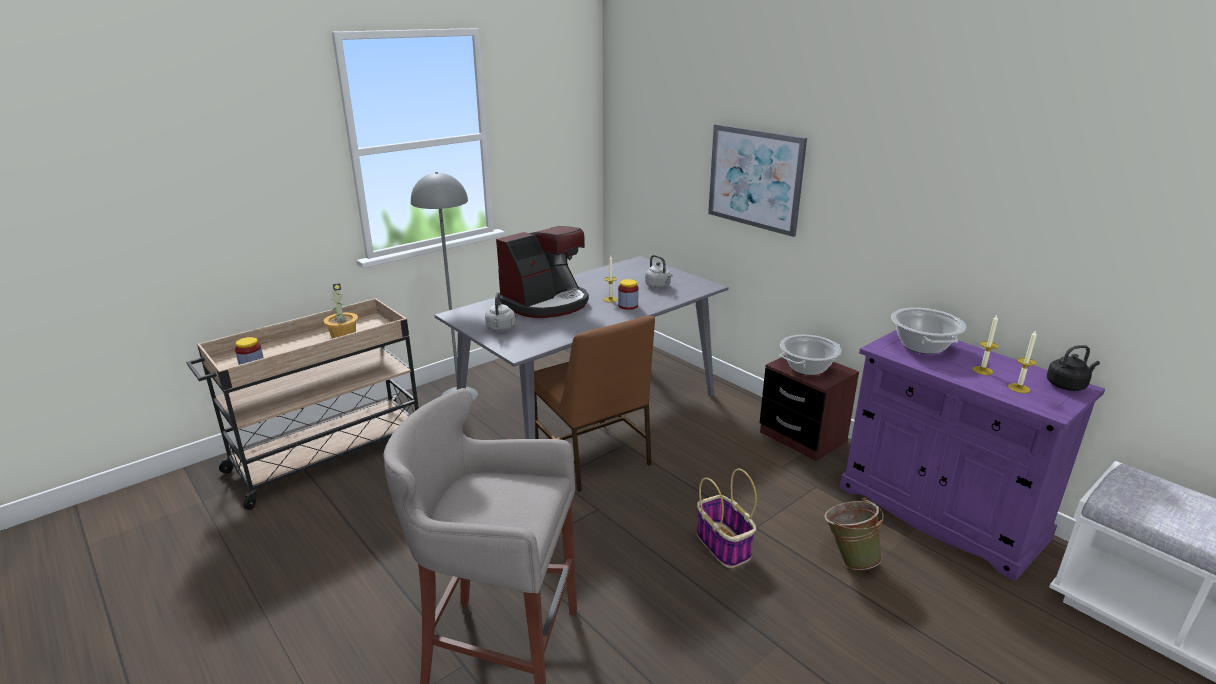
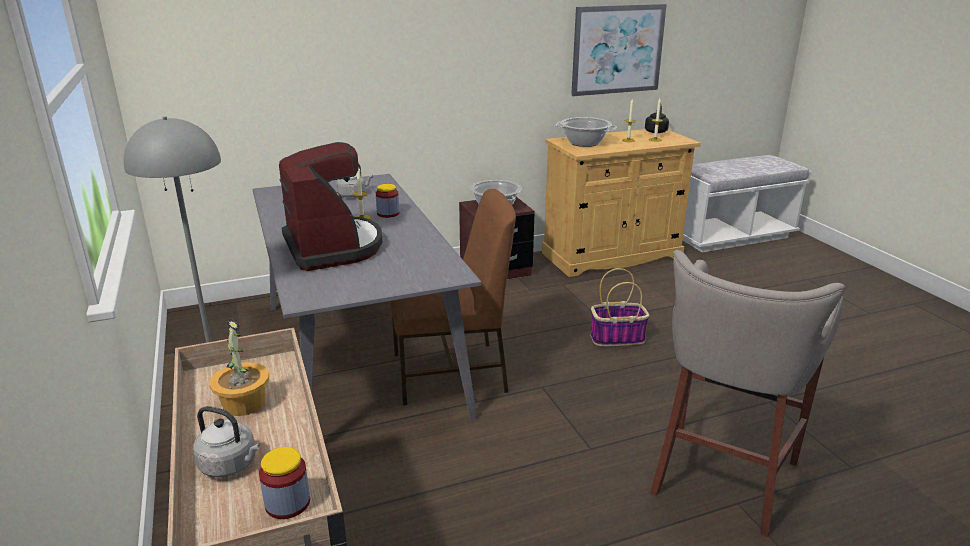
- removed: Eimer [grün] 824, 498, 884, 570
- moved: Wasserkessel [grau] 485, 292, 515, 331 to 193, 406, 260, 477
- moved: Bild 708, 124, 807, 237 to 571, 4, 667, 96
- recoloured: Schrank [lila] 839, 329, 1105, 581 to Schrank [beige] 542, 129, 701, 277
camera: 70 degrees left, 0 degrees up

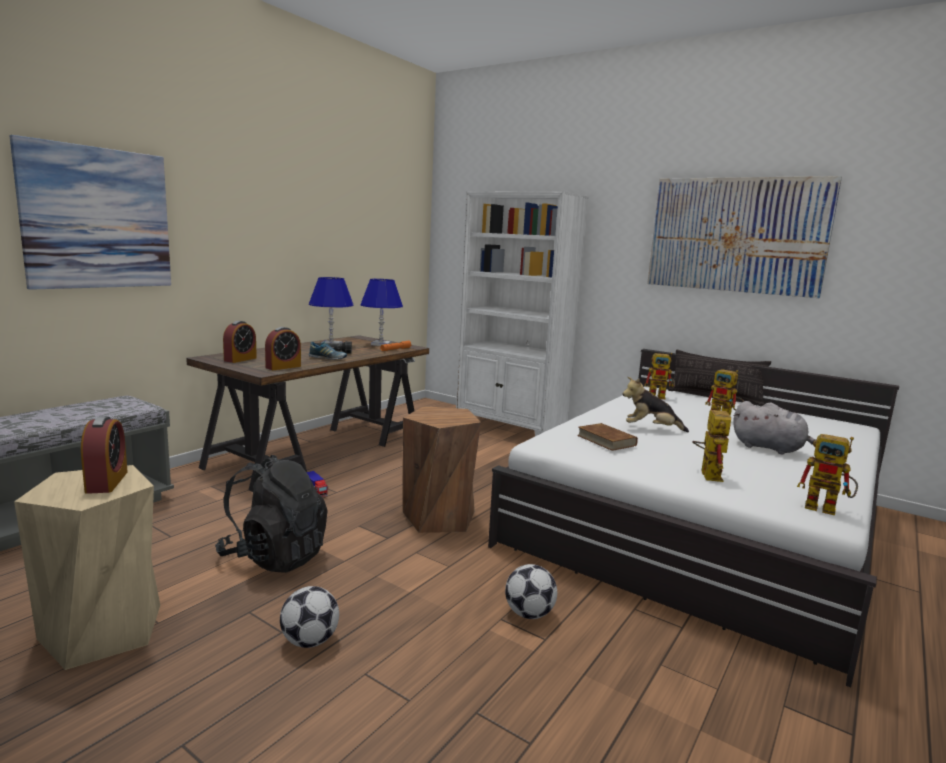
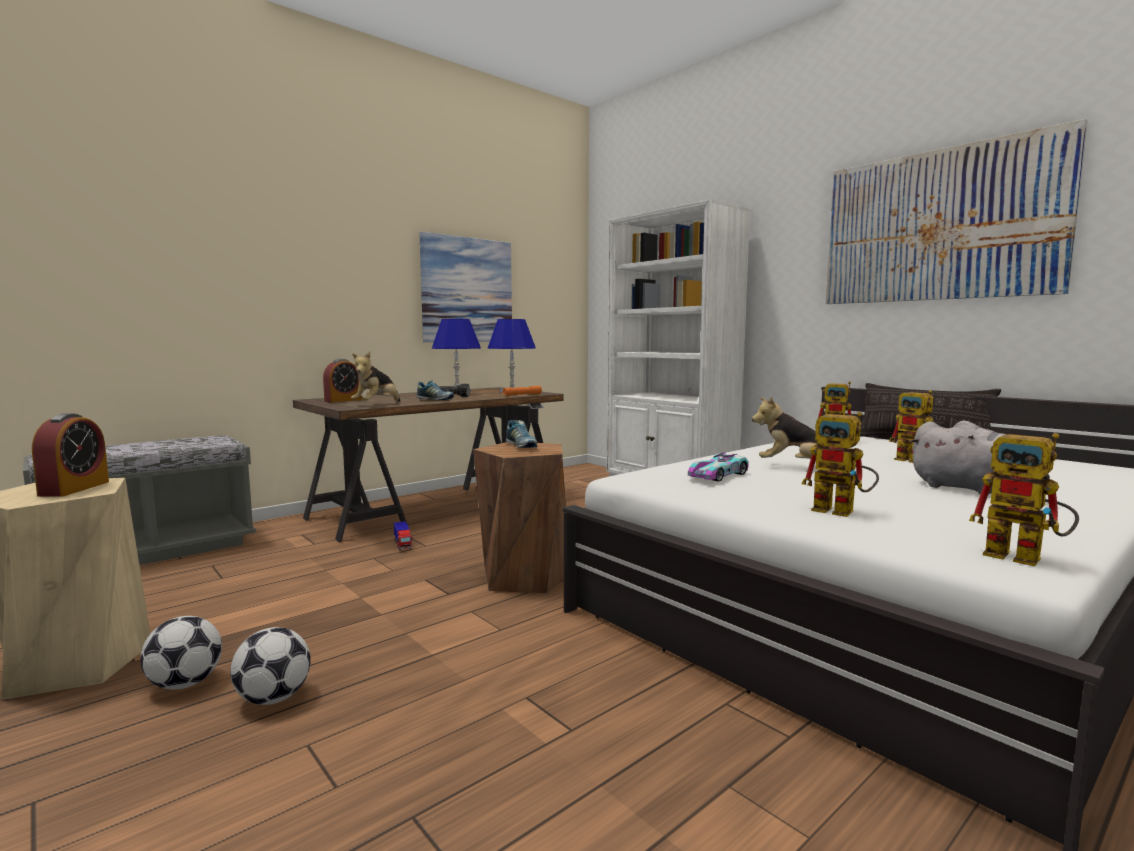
- removed: Rucksack [schwarz] 215, 455, 328, 573
- added: Schuh 506, 420, 537, 448
- moved: Bild 10, 135, 171, 290 to 420, 232, 512, 342
- moved: Fußball 505, 564, 557, 619 to 140, 616, 222, 690
- replaced: Wecker 265, 327, 301, 370 to Plüschtier 351, 352, 400, 402
- replaced: Buch [braun] 577, 423, 638, 451 to Spielzeugauto 688, 452, 749, 482
- turned: Spielzeugroboter 692, 406, 731, 482 = 802, 412, 879, 517 105 degrees clockwise
camera: 15 degrees right, 5 degrees down

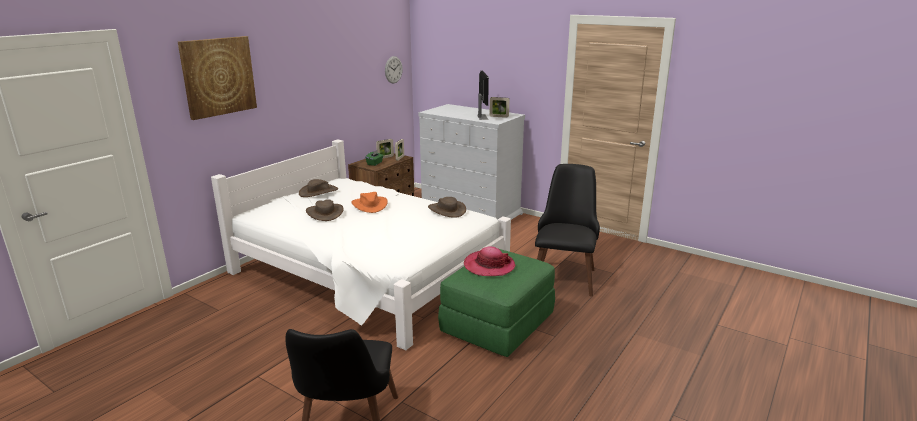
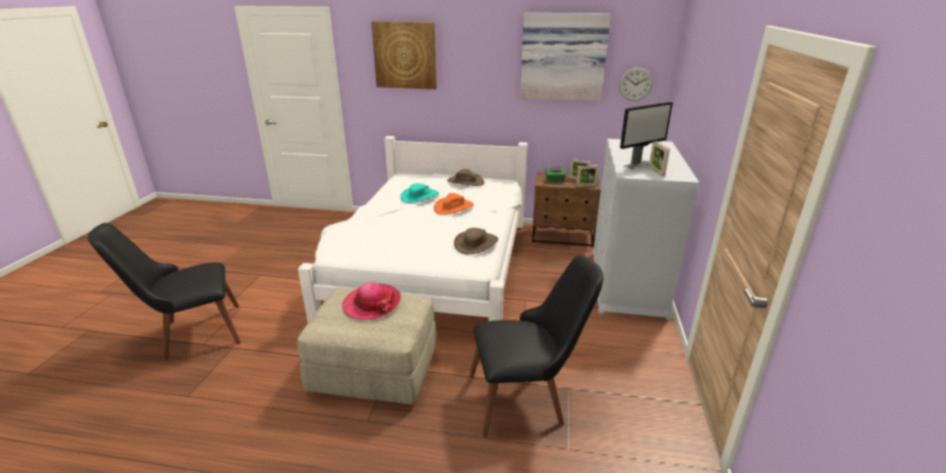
- added: Bild 520, 12, 611, 101
- recoloured: Hut [braun] 306, 199, 344, 221 to Hut [türkis] 401, 183, 439, 203
- recoloured: Polsterhocker [grün] 438, 249, 555, 357 to Polsterhocker [beige] 297, 288, 437, 405
camera: 65 degrees right, 5 degrees up

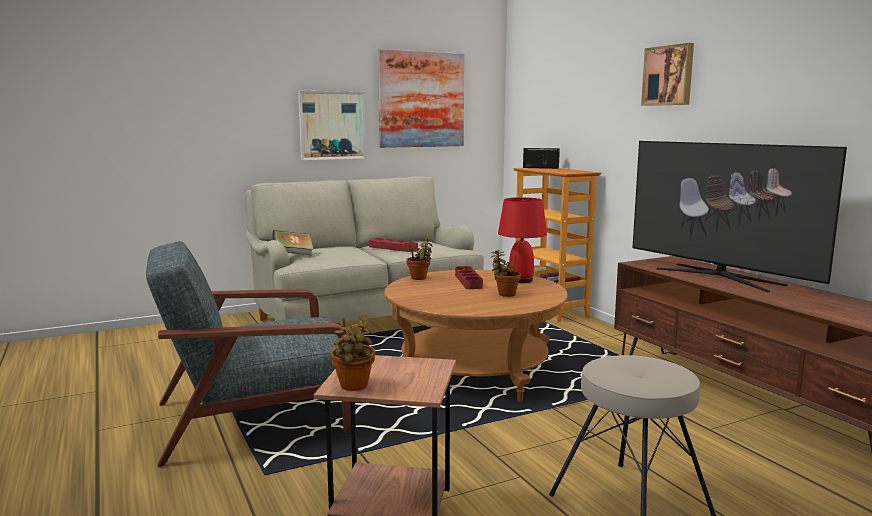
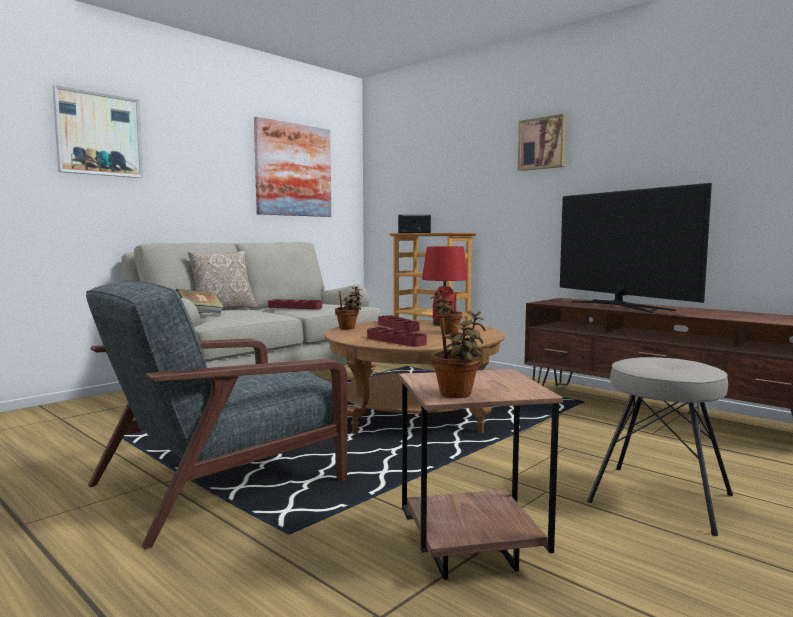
- added: Kissen 188, 251, 257, 313
- added: Tablett [rot] 367, 327, 427, 347
- moved: Bild 298, 91, 366, 160 to 52, 85, 143, 178
- turned: Fernseher 632, 141, 847, 292 = 560, 183, 712, 313 150 degrees counterclockwise
camera: 20 degrees left, 5 degrees down

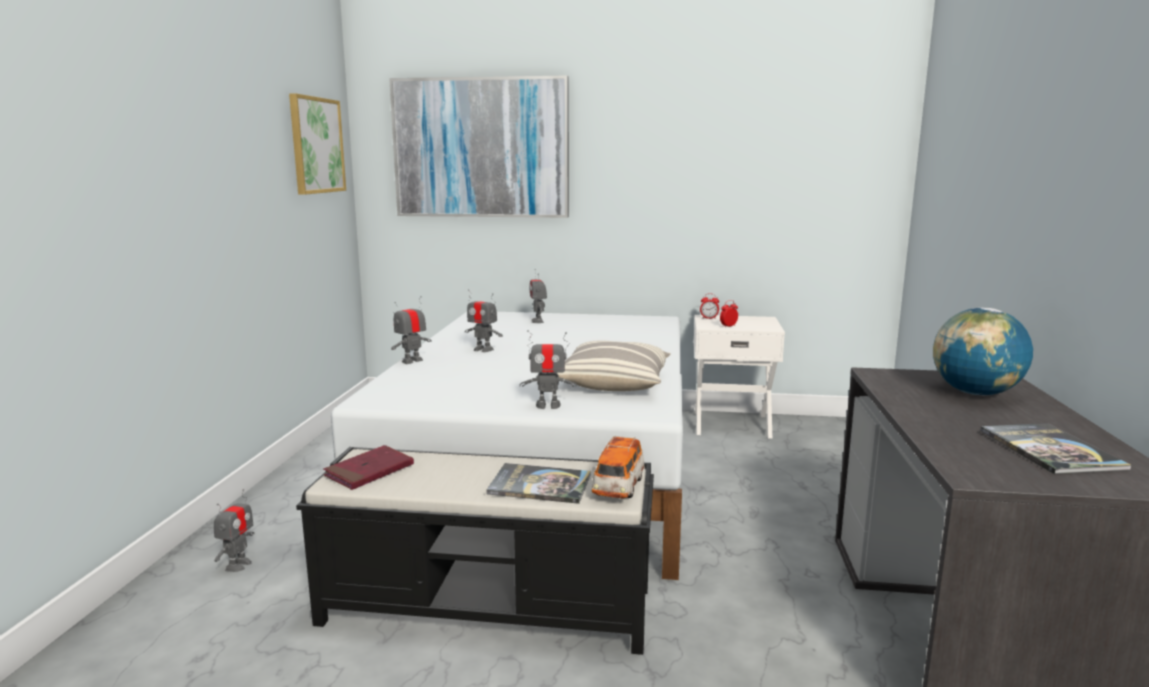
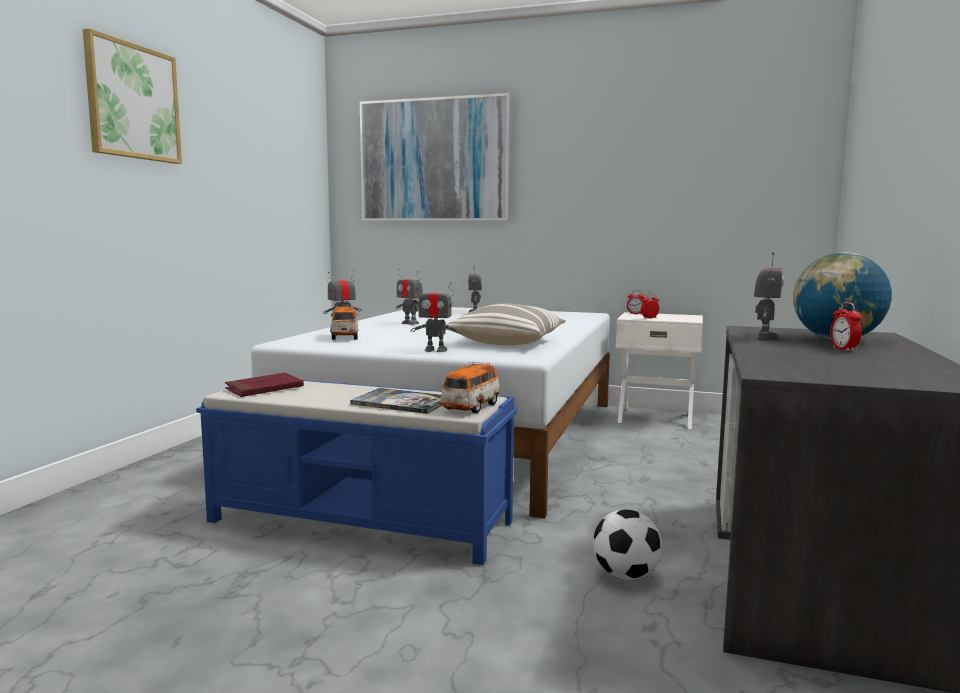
- removed: Buch 980, 423, 1132, 474
- added: Spielzeugauto 330, 306, 359, 340
- added: Fußball 593, 509, 662, 580
- added: Wecker 830, 302, 862, 351
- moved: Spielzeugroboter 214, 489, 254, 572 to 754, 252, 784, 339
- moved: Bild 289, 93, 346, 195 to 83, 28, 182, 164
- recoloured: Bank [schwarz] 296, 447, 654, 655 to Bank [blau] 196, 380, 517, 565
camera: 10 degrees right, 5 degrees down

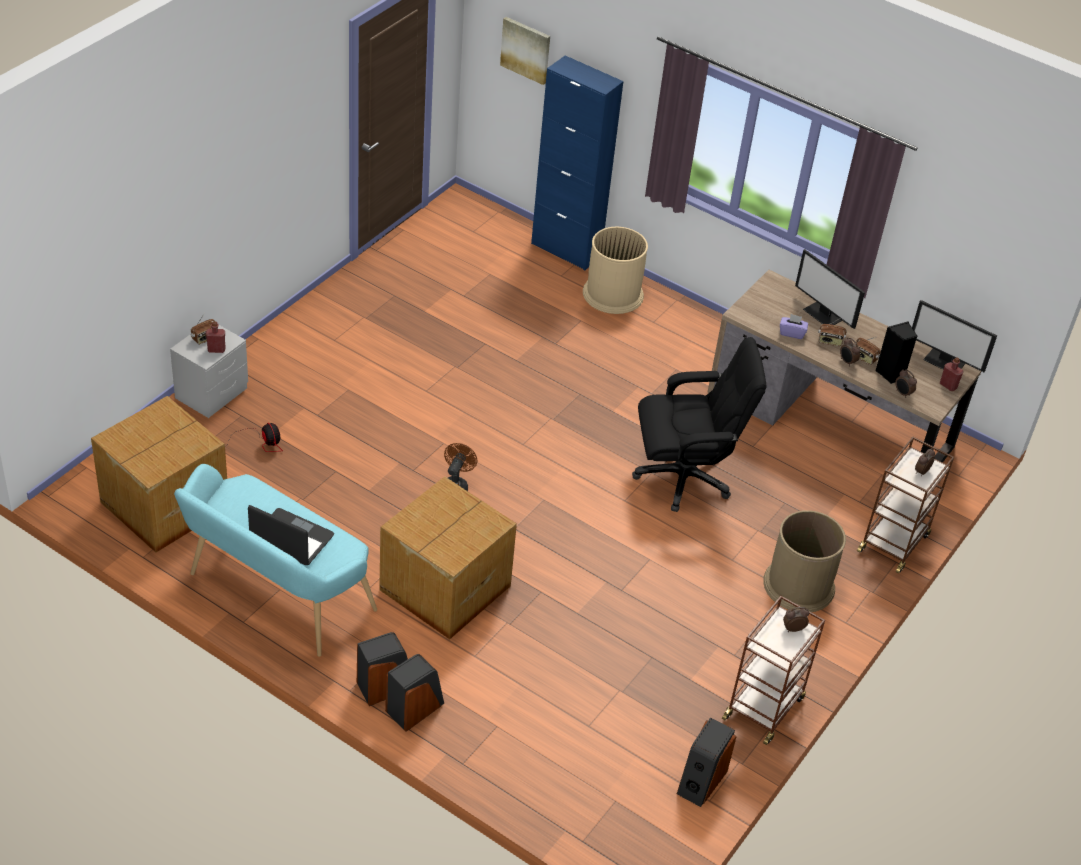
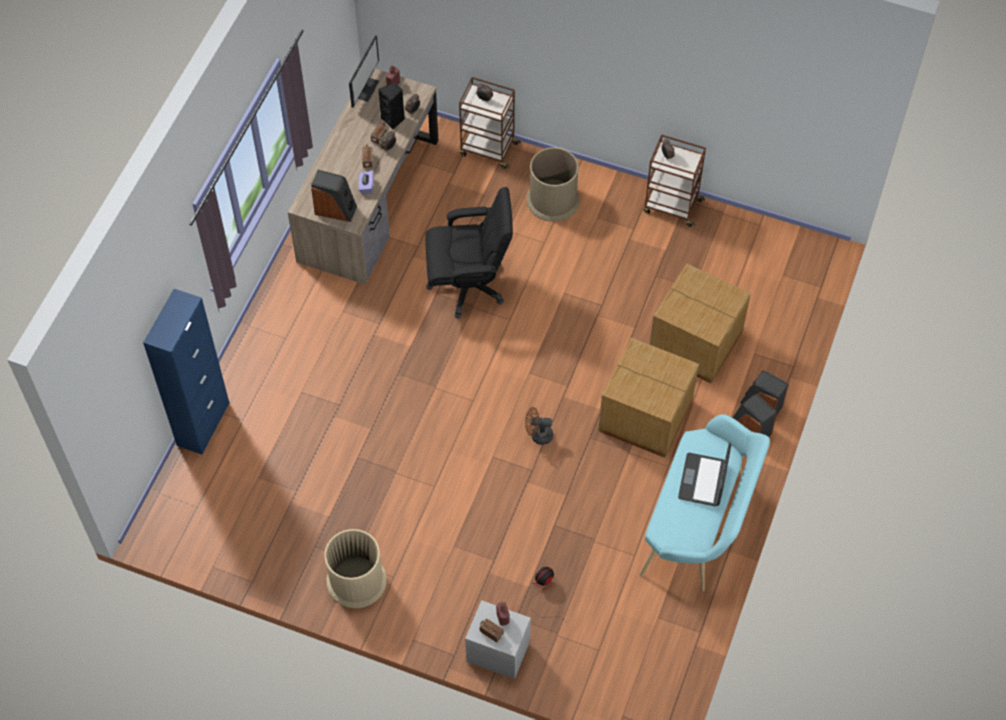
- removed: Bild 500, 17, 550, 85
- removed: Monitor 795, 249, 865, 329
- moved: Karton 91, 396, 227, 553 to 649, 263, 751, 384
- moved: Mülleimer [beige] 583, 227, 648, 314 to 324, 529, 387, 608
- moved: Lautsprecher 677, 717, 737, 807 to 311, 170, 357, 222
- turned: Bürostuhl [schwarz] 632, 337, 766, 512 = 425, 187, 513, 318 105 degrees clockwise
camera: 100 degrees left, 15 degrees up

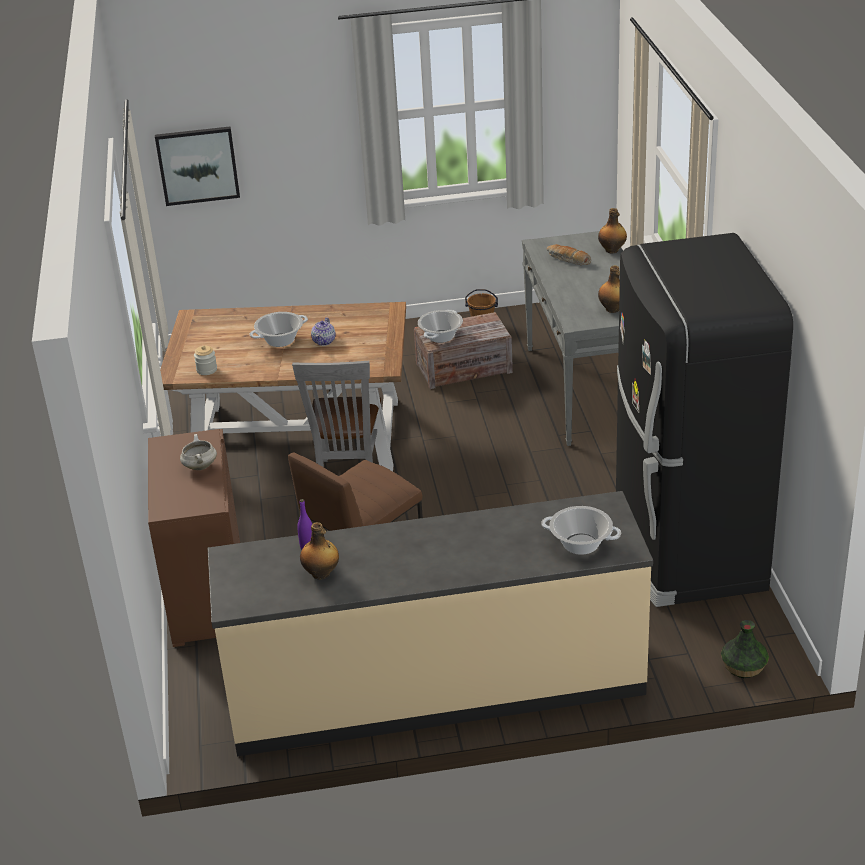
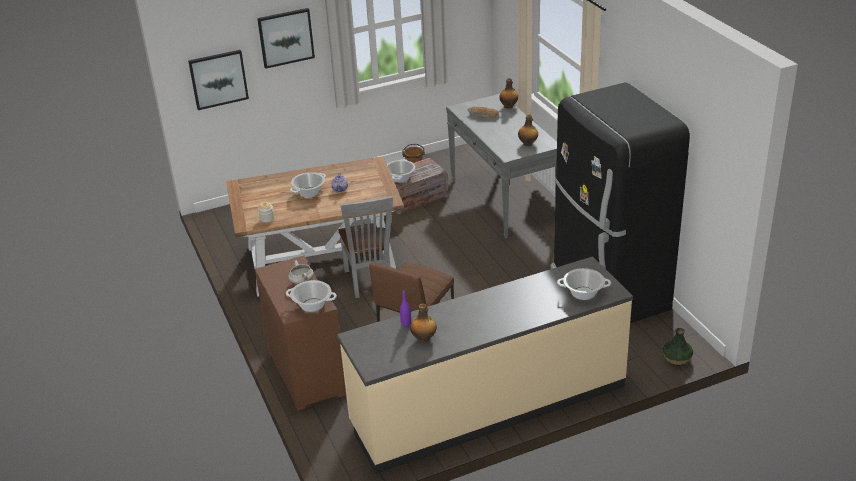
- added: Bild 257, 8, 315, 69
- added: Kochtopf 286, 280, 337, 312
camera: 15 degrees left, 0 degrees up

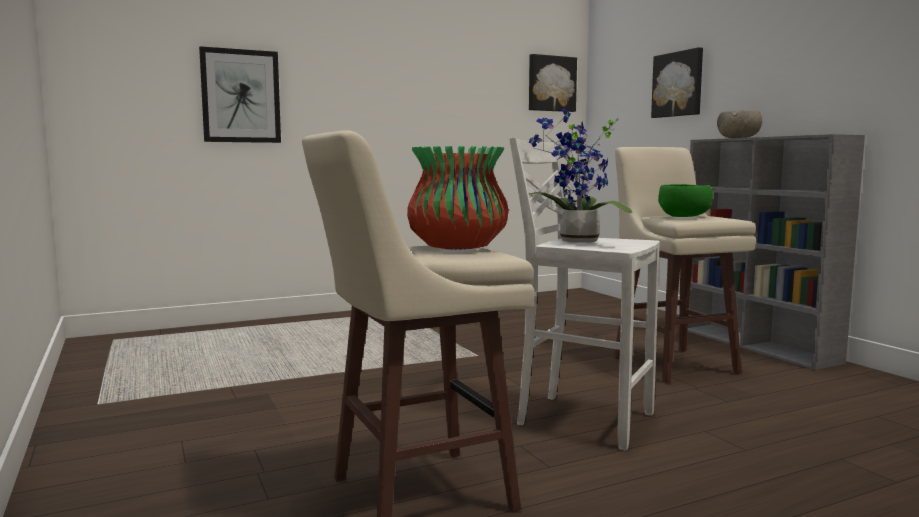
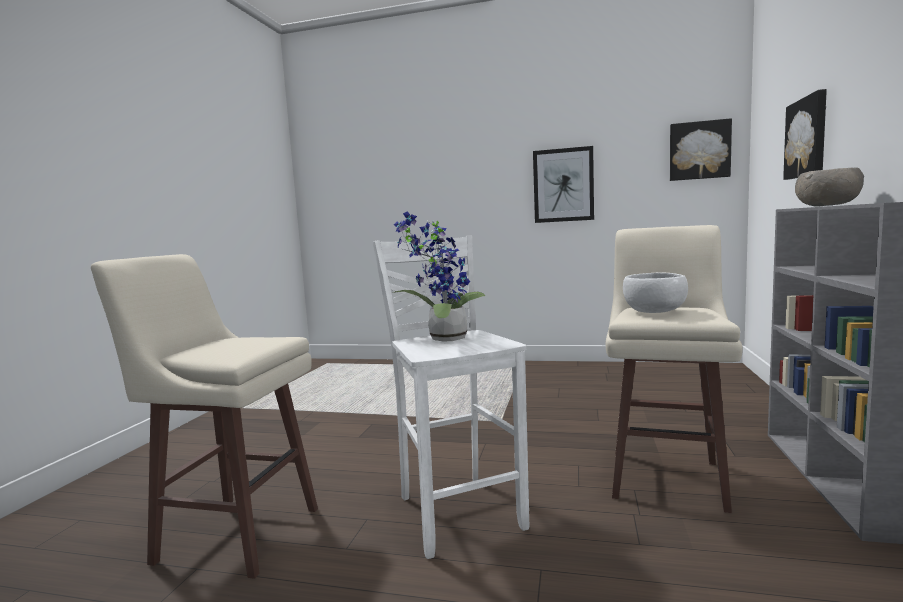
- removed: Vase 407, 146, 509, 250
- moved: Bild 199, 46, 281, 143 to 533, 146, 594, 223
- recoloured: Schüssel [grün] 658, 184, 713, 217 to Schüssel [weiß] 623, 273, 688, 313
camera: 40 degrees right, 0 degrees up

